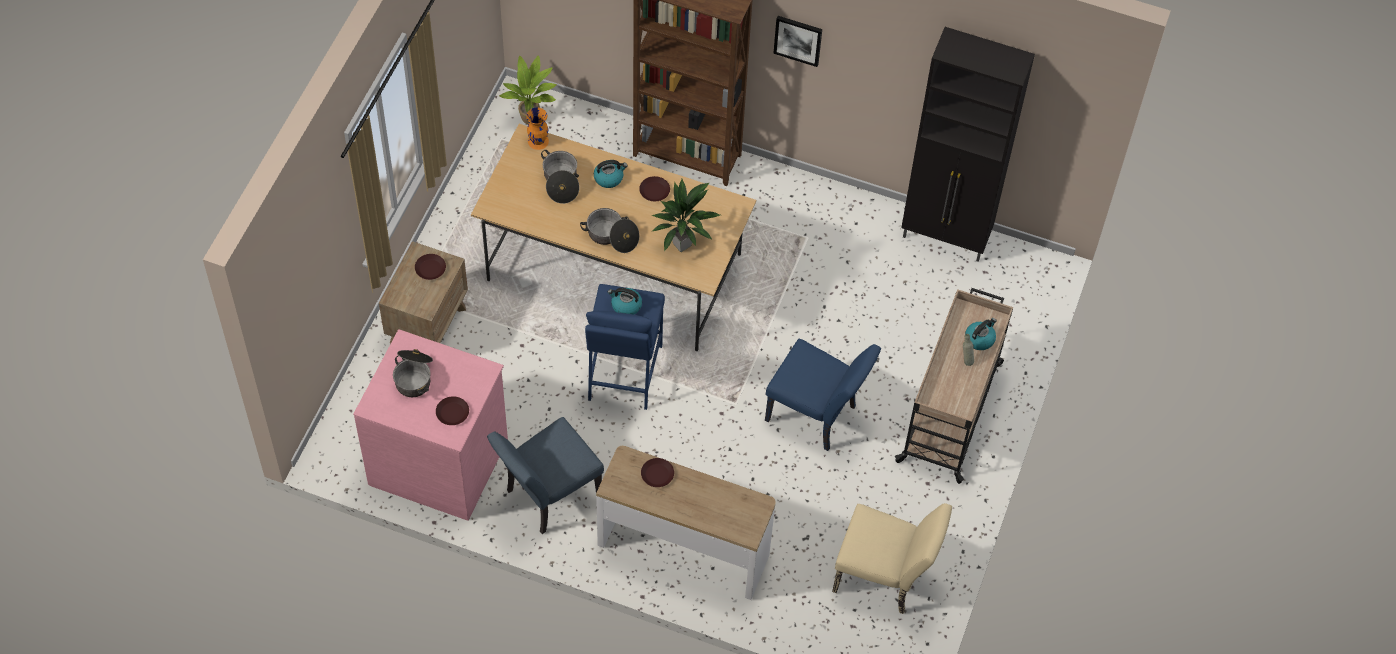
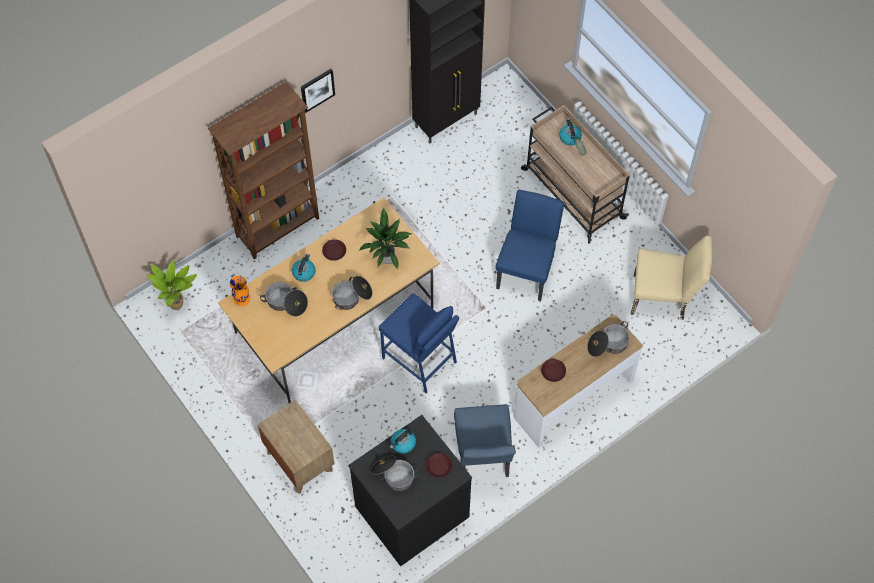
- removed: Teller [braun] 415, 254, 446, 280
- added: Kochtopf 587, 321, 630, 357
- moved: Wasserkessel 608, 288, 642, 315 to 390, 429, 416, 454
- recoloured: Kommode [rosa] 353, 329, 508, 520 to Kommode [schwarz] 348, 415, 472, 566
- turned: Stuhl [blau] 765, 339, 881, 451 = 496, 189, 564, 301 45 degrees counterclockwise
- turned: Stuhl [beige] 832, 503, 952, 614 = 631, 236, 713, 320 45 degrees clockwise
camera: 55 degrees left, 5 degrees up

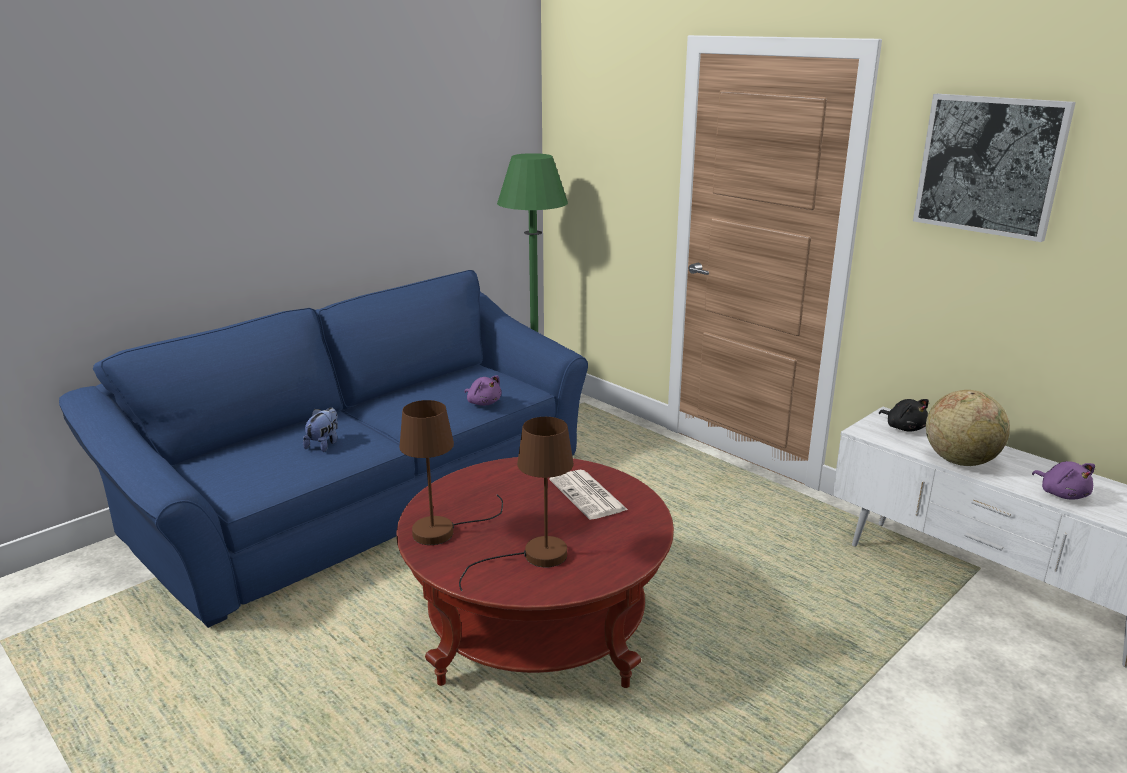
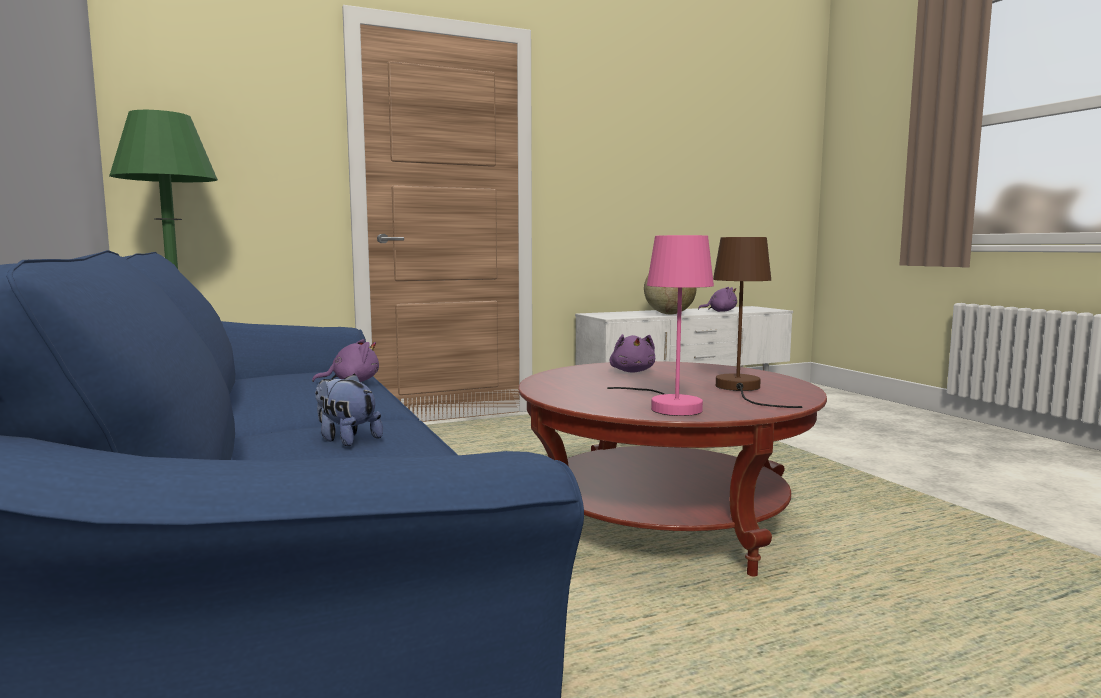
- removed: Plüschtier [schwarz] 879, 399, 929, 431
- removed: Bild 913, 94, 1076, 242
- replaced: Zeitung 549, 470, 628, 520 to Plüschtier [lila] 610, 334, 655, 372
- recoloured: Tischlampe [braun] 399, 400, 503, 545 to Tischlampe [rosa] 607, 235, 714, 416
camera: 70 degrees left, 15 degrees down

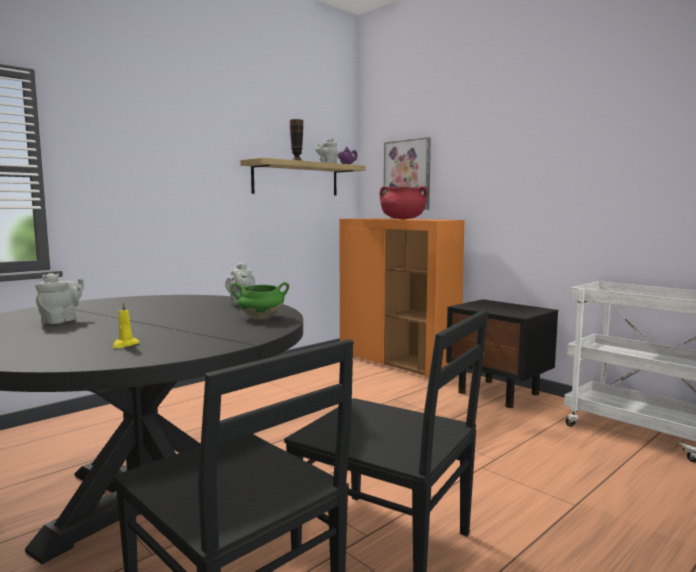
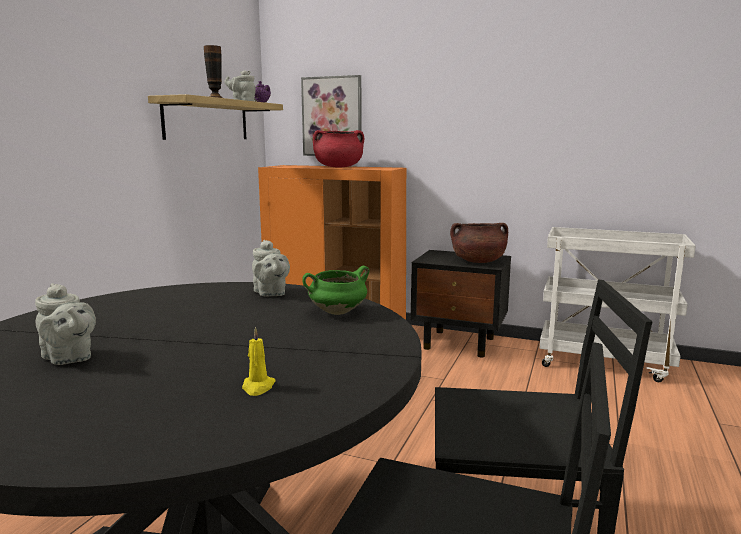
- added: Kochtopf [braun] 450, 223, 508, 263
- turned: Teekanne [grau] 35, 273, 84, 324 = 35, 283, 96, 365 135 degrees clockwise
camera: 25 degrees left, 5 degrees up

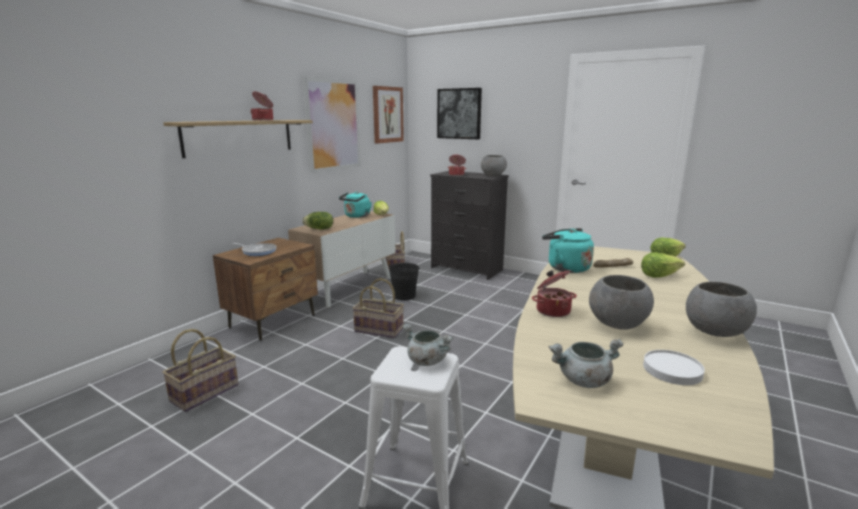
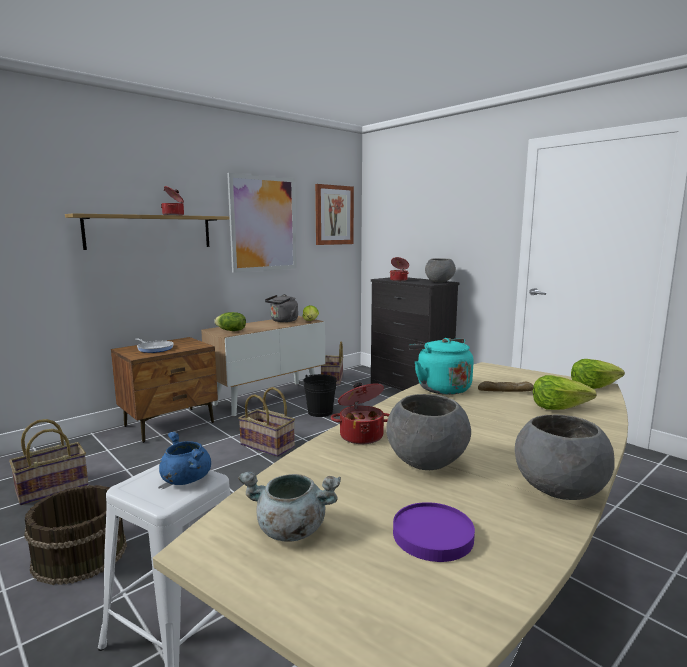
- removed: Bild 437, 88, 482, 139
- added: Eimer [braun] 24, 485, 127, 585
- recoloured: Wasserkessel [türkis] 339, 192, 372, 218 to Wasserkessel [grau] 265, 294, 298, 322
- recoloured: Kochtopf [grau] 402, 324, 454, 366 to Kochtopf [blau] 159, 432, 211, 485
- recoloured: Teller [weiß] 643, 350, 705, 385 to Teller [lila] 393, 502, 475, 562
camera: 15 degrees right, 5 degrees down

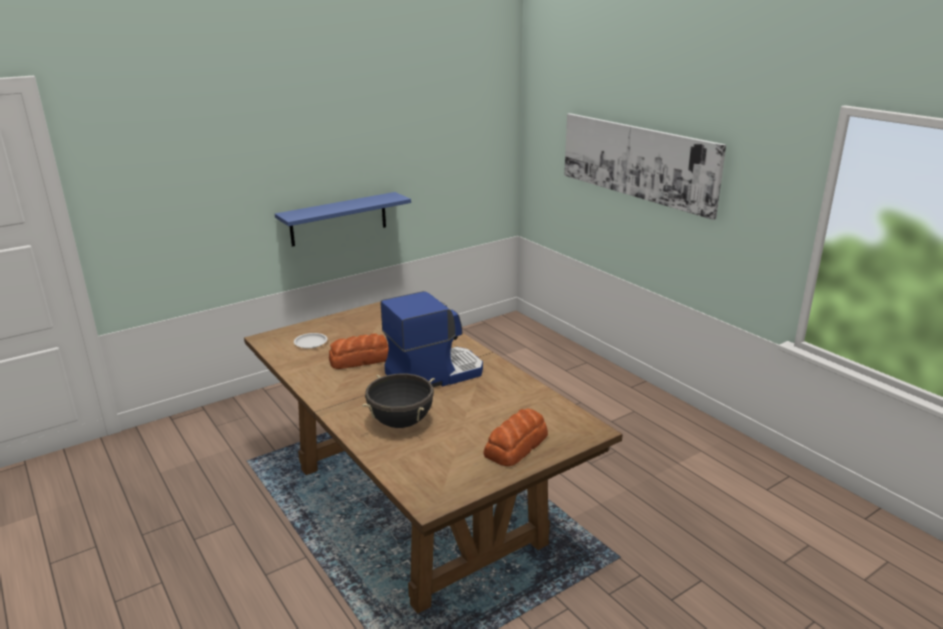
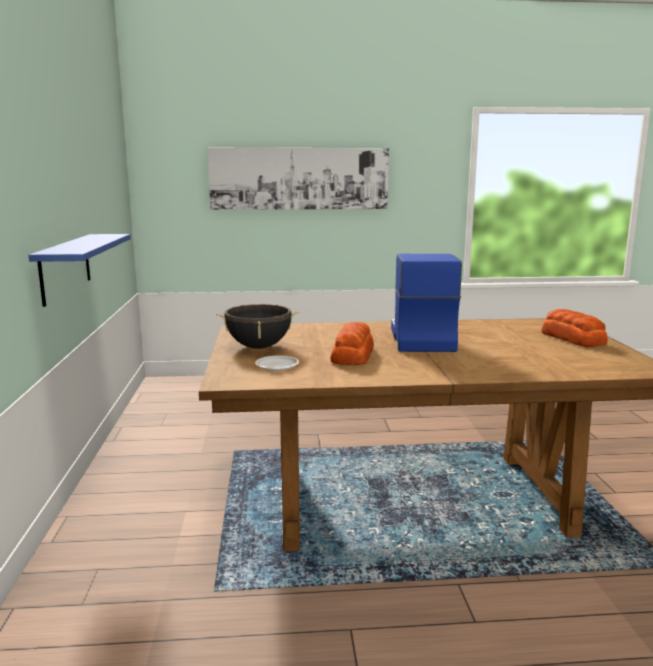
- moved: Kochtopf [schwarz] 362, 373, 435, 428 to 216, 304, 300, 349
camera: 60 degrees left, 10 degrees down

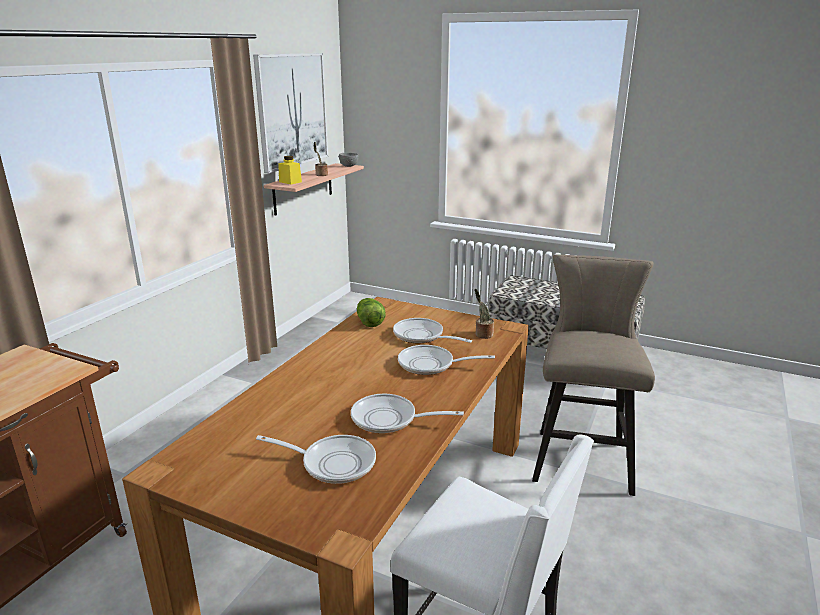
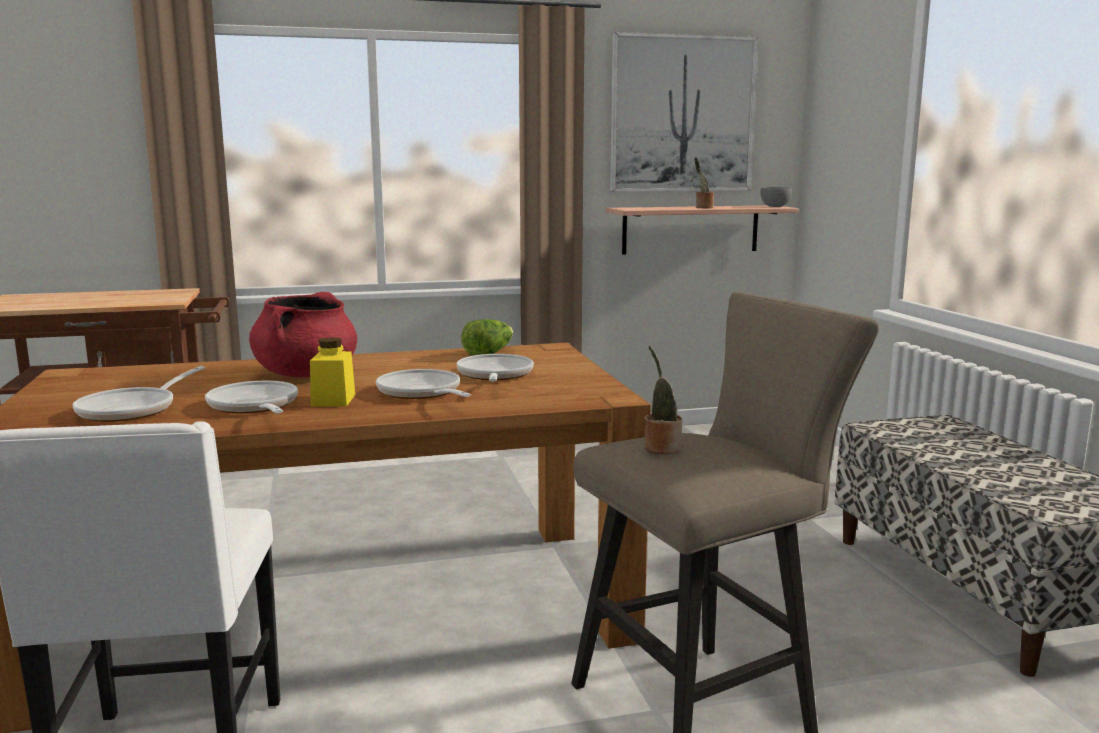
- added: Kochtopf [rot] 249, 292, 357, 377
- moved: Vorratsglas [gelb] 278, 156, 302, 184 to 310, 337, 355, 407
- moved: Topfpflanze 474, 289, 494, 339 to 645, 346, 682, 454
- turned: Pfanne 256, 435, 376, 484 = 73, 366, 205, 422 45 degrees clockwise
camera: 50 degrees right, 10 degrees down

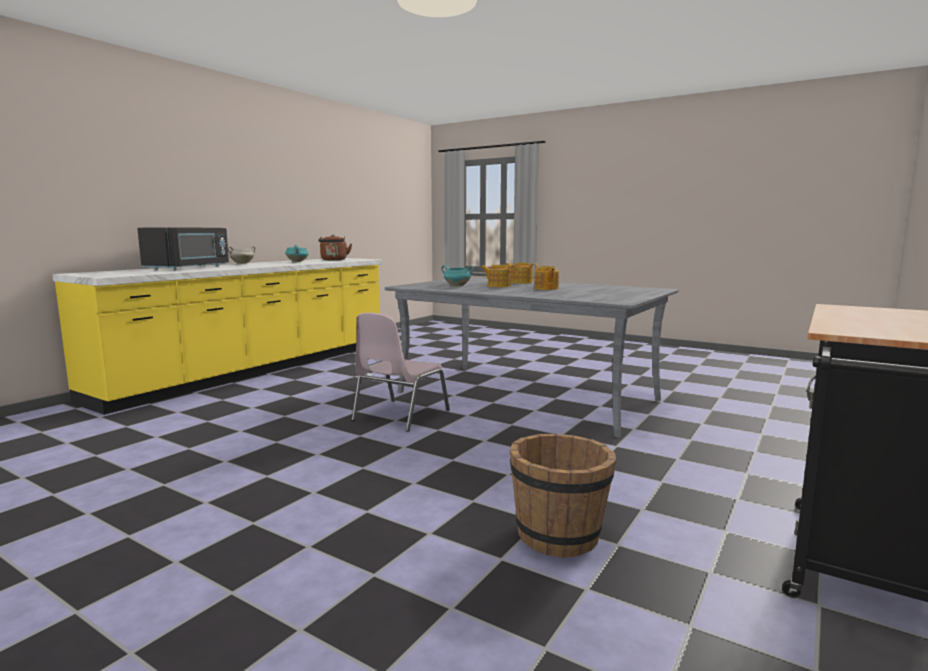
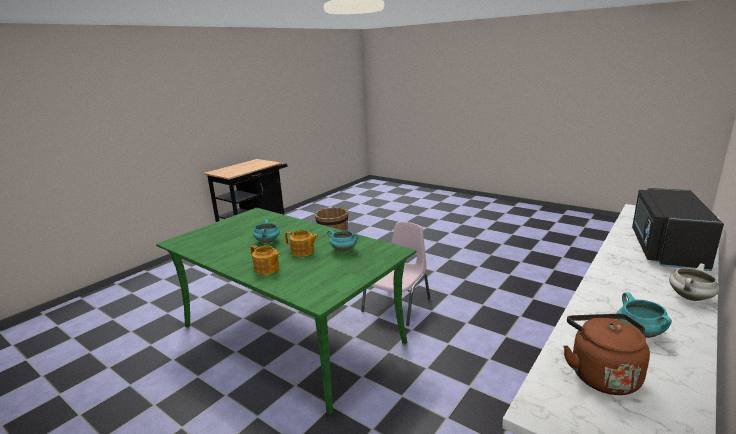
- replaced: Teekanne 535, 266, 559, 290 to Kochtopf [türkis] 253, 219, 280, 243
- recoloured: Esstisch [grau] 385, 278, 679, 438 to Esstisch [grün] 156, 208, 416, 415
camera: 175 degrees left, 10 degrees up

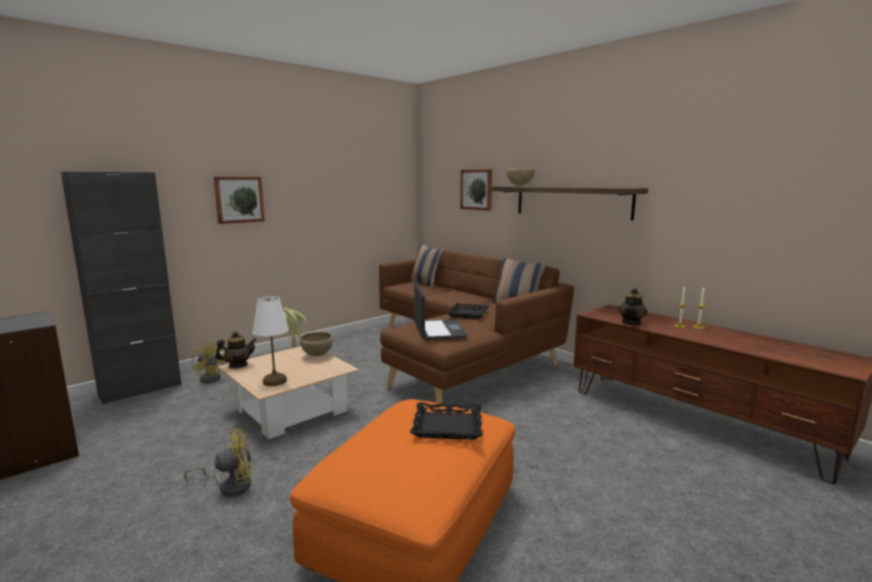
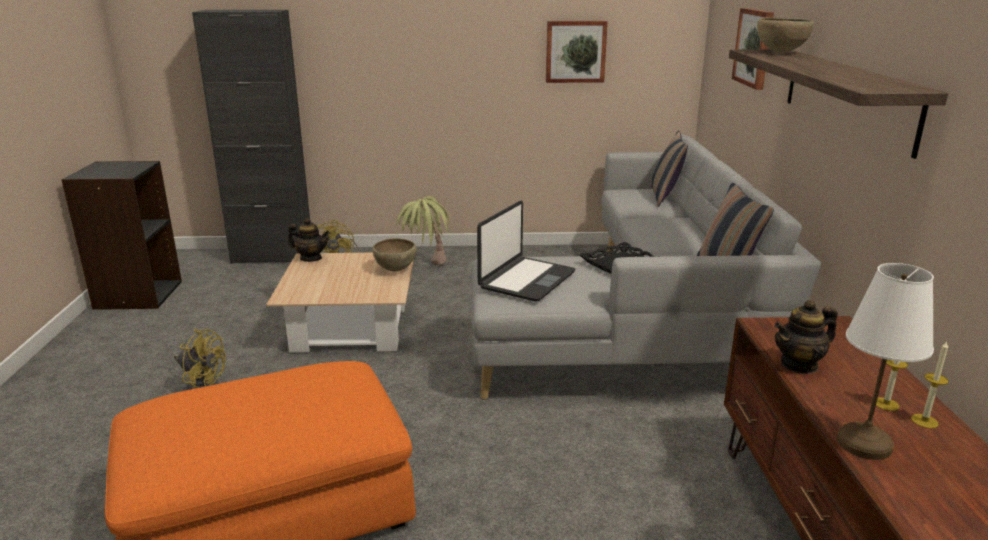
- removed: Tablett [schwarz] 410, 402, 483, 440
- moved: Bild 214, 177, 265, 224 to 546, 21, 608, 83
- moved: Tischlampe [weiß] 253, 296, 289, 386 to 837, 263, 934, 460
- recoloured: Sofa [braun] 379, 247, 574, 403 to Sofa [grau] 471, 134, 821, 400
camera: 40 degrees right, 10 degrees up

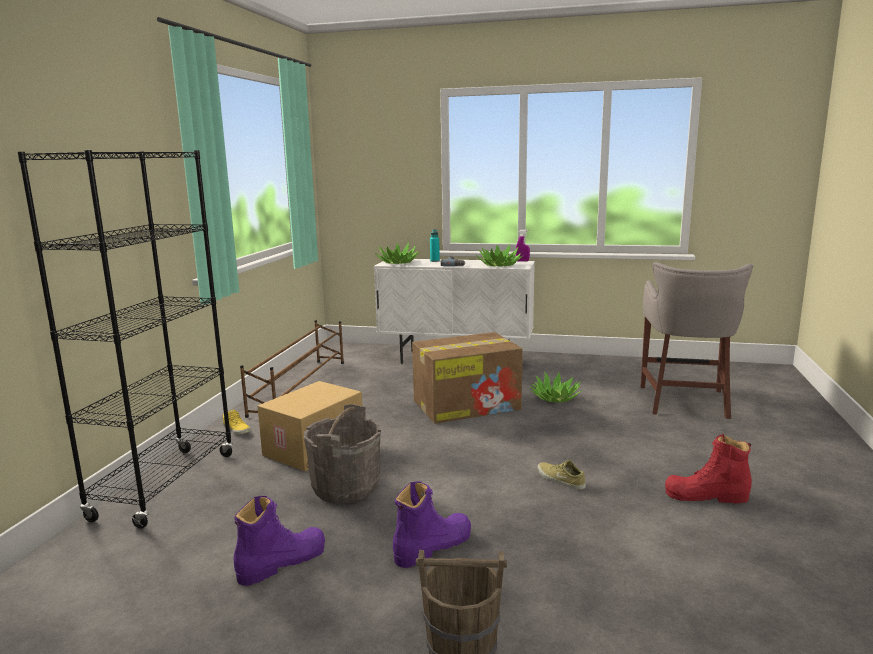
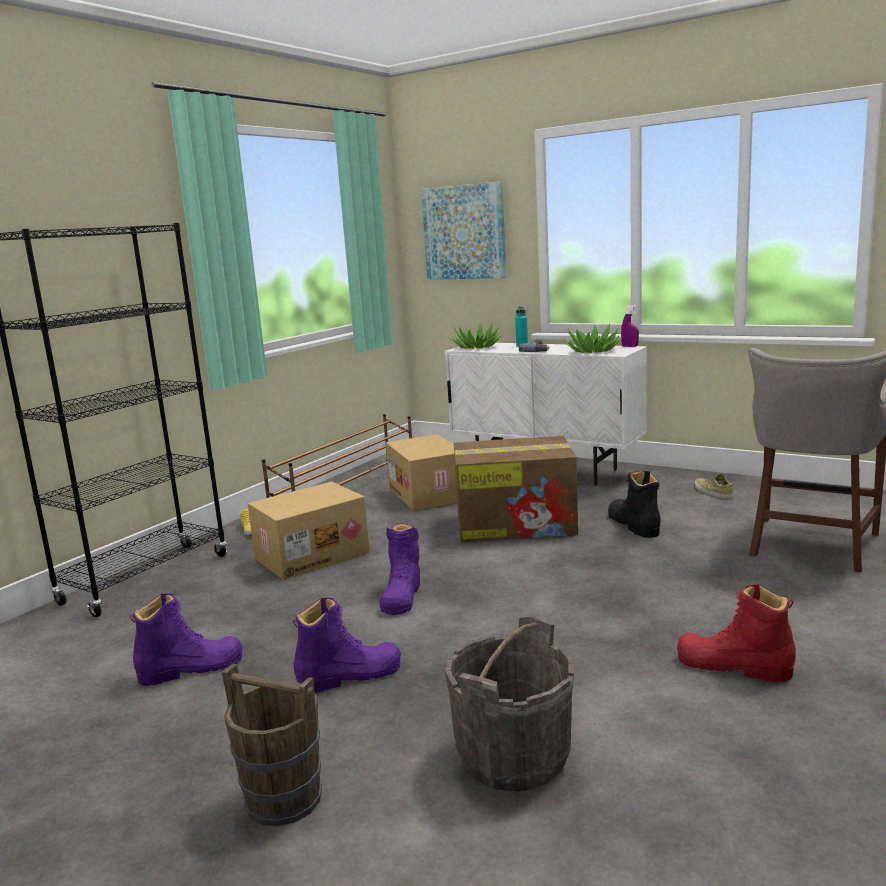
- added: Stiefel [lila] 379, 523, 420, 615
- added: Karton 386, 434, 457, 511
- added: Bild 421, 181, 506, 280
- moved: Eimer [grau] 304, 404, 381, 504 to 445, 616, 574, 791
- moved: Schuh [beige] 537, 460, 586, 490 to 694, 474, 734, 499
- replaced: Topfpflanze 529, 371, 583, 403 to Stiefel [schwarz] 608, 471, 660, 538
camera: 20 degrees right, 0 degrees up

